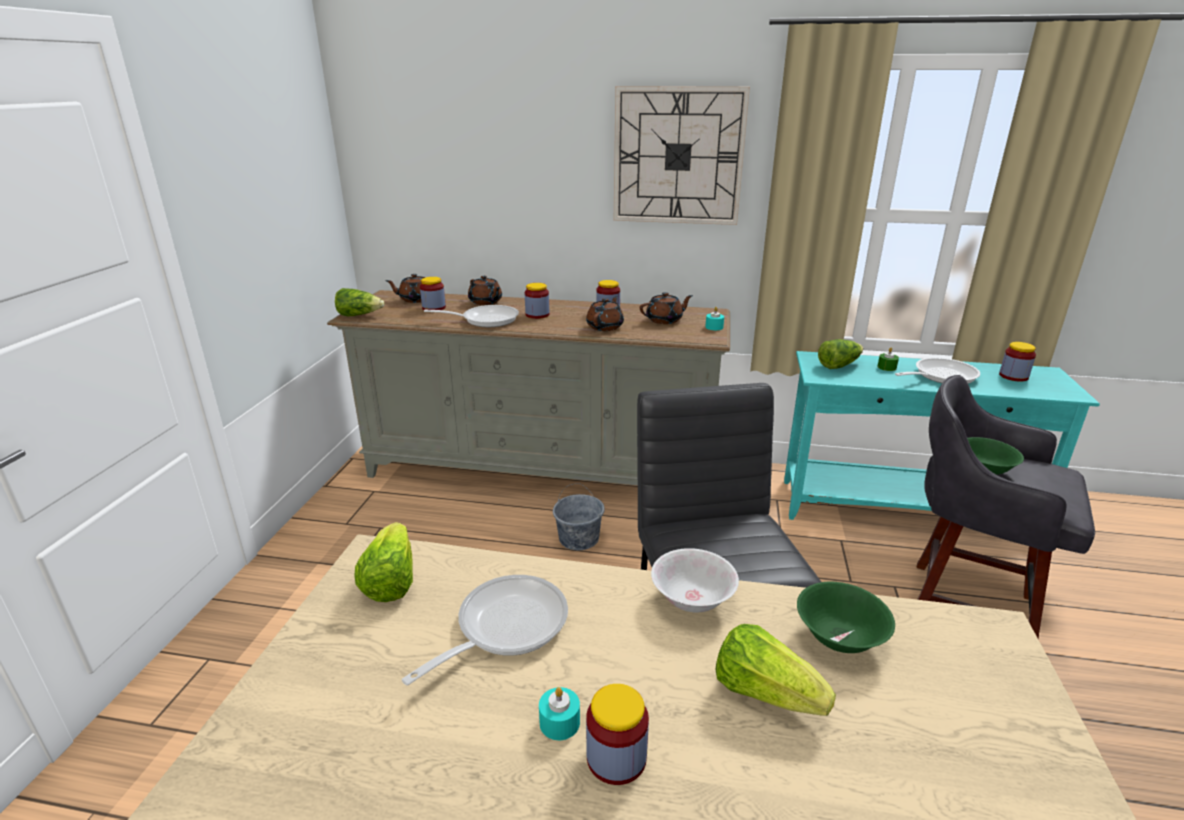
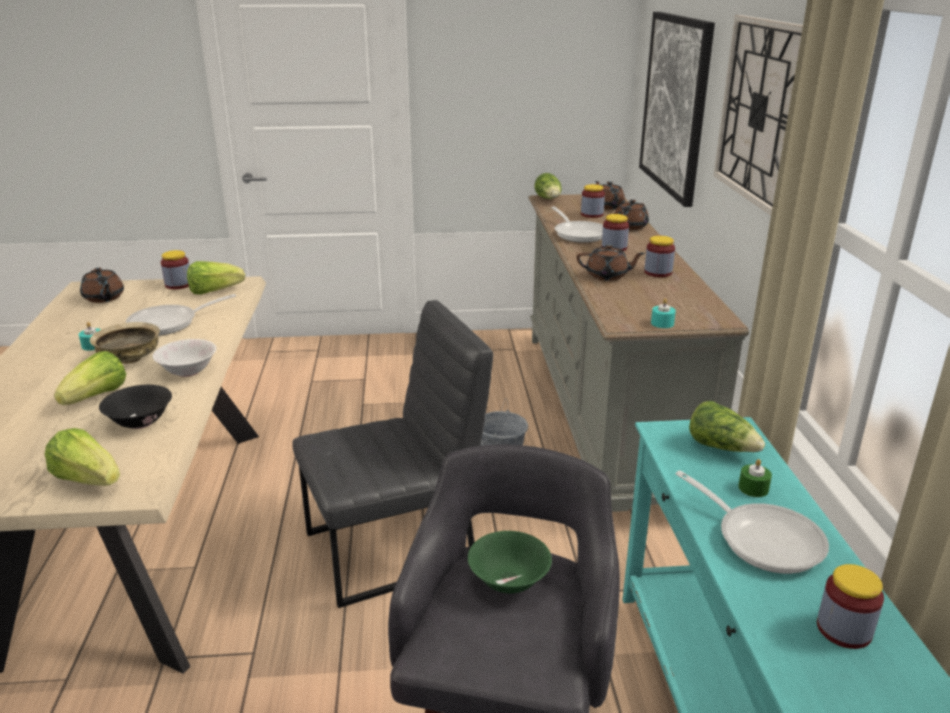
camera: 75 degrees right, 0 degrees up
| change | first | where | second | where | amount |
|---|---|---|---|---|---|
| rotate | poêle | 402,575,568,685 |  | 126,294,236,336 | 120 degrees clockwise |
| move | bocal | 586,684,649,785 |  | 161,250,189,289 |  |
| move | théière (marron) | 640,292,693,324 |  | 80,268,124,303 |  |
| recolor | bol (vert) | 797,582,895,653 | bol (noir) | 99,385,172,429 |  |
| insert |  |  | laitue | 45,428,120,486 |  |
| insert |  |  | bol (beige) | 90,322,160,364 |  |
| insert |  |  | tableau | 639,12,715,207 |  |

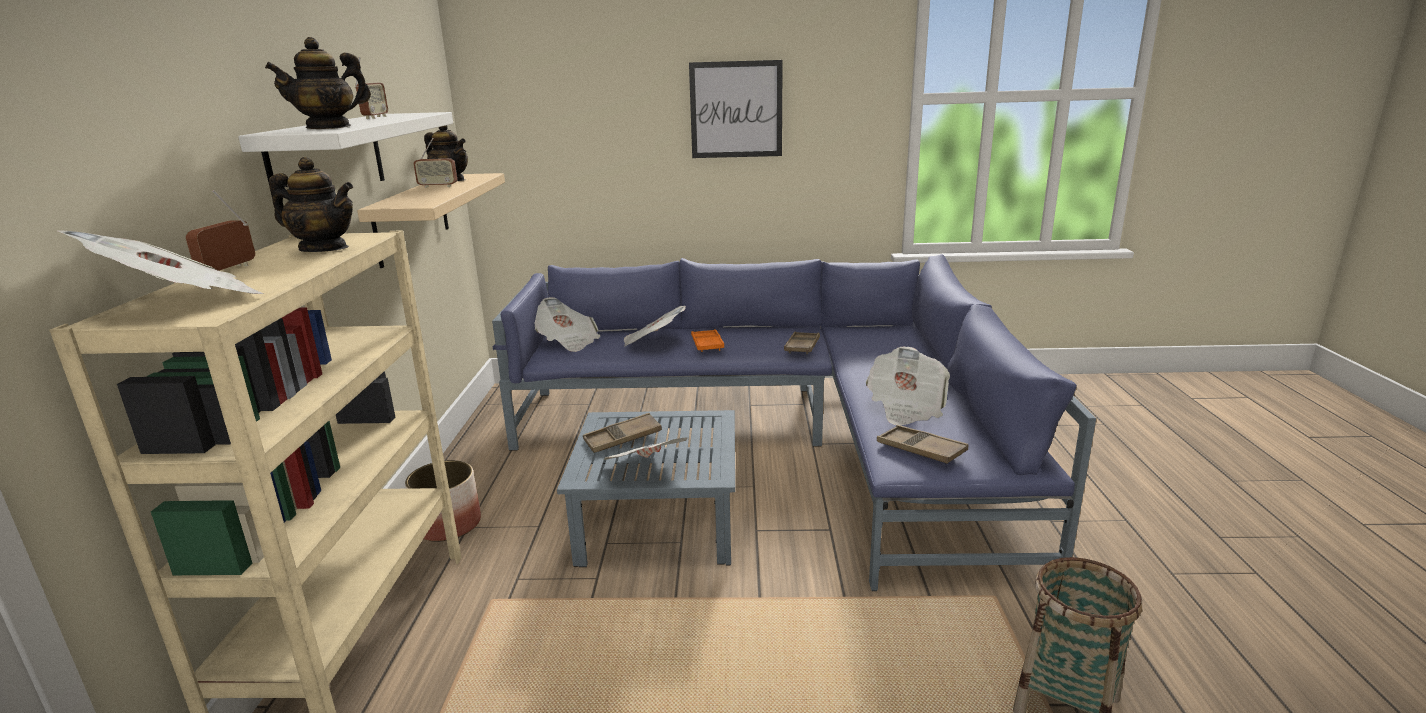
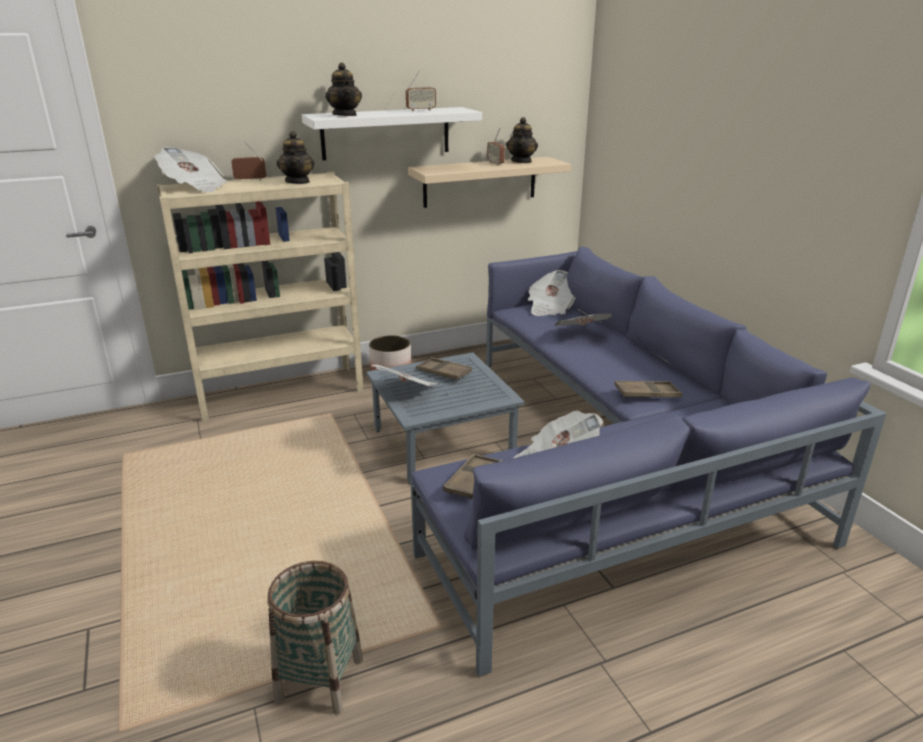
camera: 65 degrees right, 5 degrees up
| change | first | where | second | where | amount |
|---|---|---|---|---|---|
| rotate | théière | 265,37,371,129 |  | 325,62,362,116 | 135 degrees counterclockwise |
| delete | tableau | 689,60,783,158 |  |  |  |
| delete | plateau (orange) | 691,329,724,352 |  |  |  |

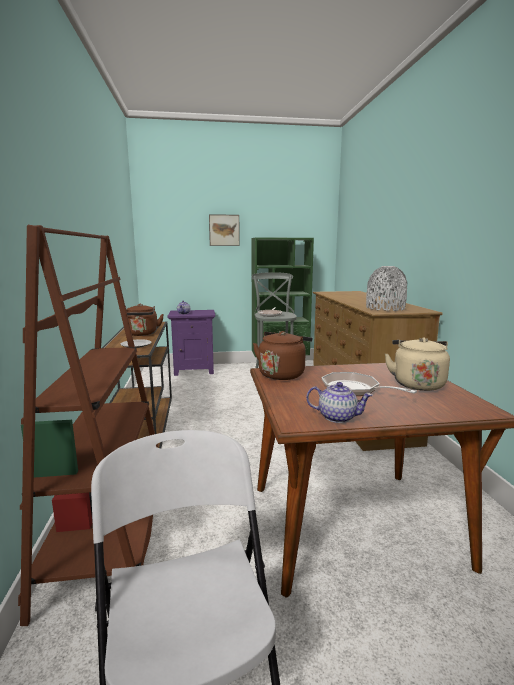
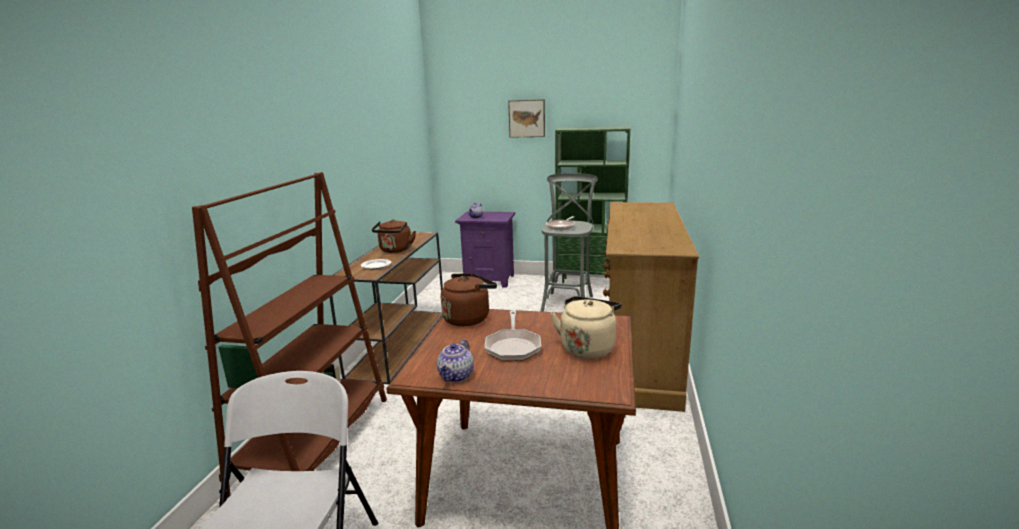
camera: 20 degrees right, 5 degrees up
| change | first | where | second | where | amount |
|---|---|---|---|---|---|
| rotate | théière | 306,382,373,423 |  | 437,339,474,382 | 75 degrees clockwise |
| rotate | poêle | 322,372,417,396 |  | 485,310,541,361 | 150 degrees counterclockwise |
| delete | vase (gris) | 366,266,407,311 |  |  |  |

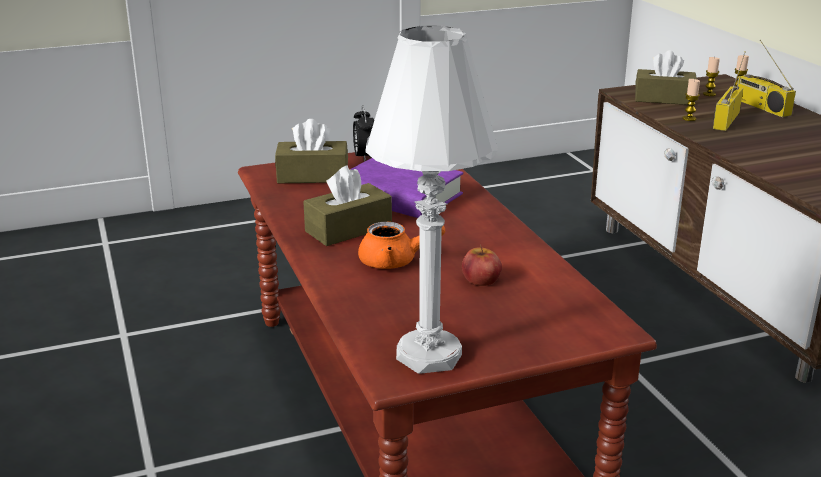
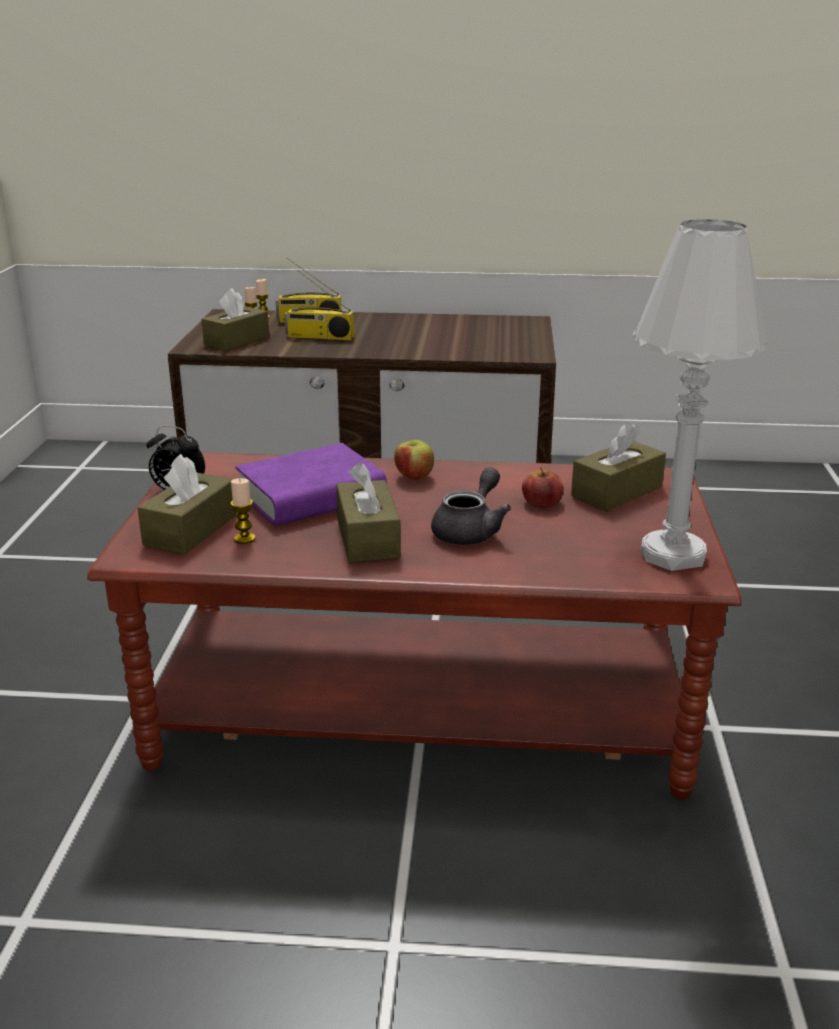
camera: 65 degrees left, 0 degrees up
| change | first | where | second | where | amount |
|---|---|---|---|---|---|
| recolor | théière (orange) | 358,222,445,269 | théière (gris) | 431,467,511,545 |  |
| move | bougie | 682,79,700,121 |  | 230,478,256,544 |  |
| rotate | radio | 713,51,746,131 |  | 284,270,354,340 | 45 degrees counterclockwise |
| insert |  |  | pomme | 394,440,434,480 |  |
| insert |  |  | boîte à mouchoirs (marron) | 571,422,666,511 |  |

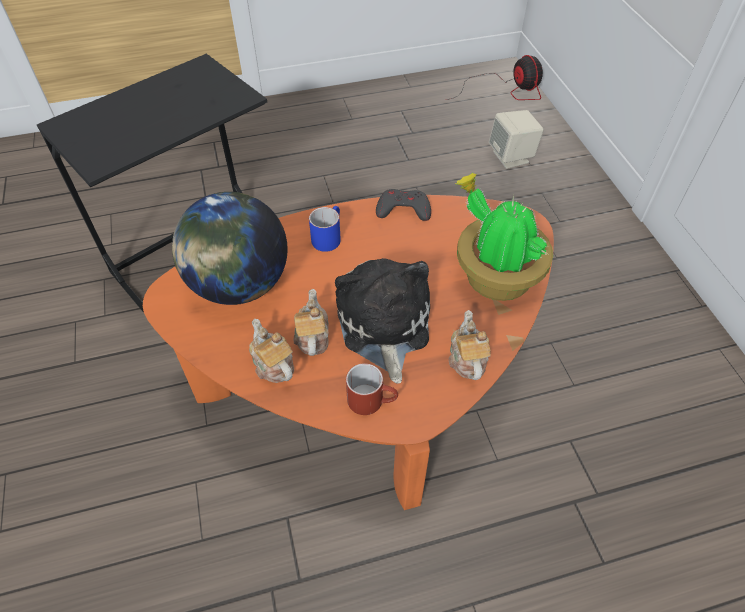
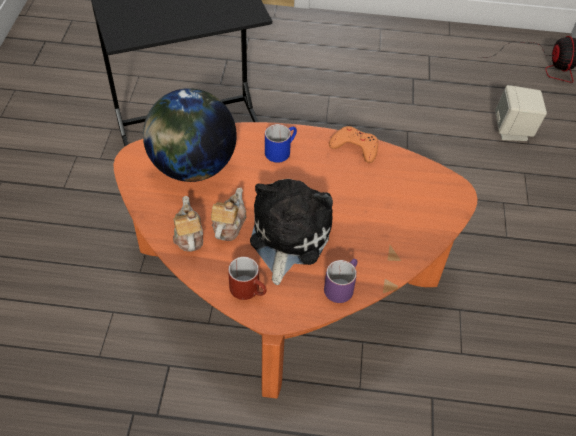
camera: 20 degrees right, 0 degrees up
| change | first | where | second | where | amount |
|---|---|---|---|---|---|
| recolor | manette (gris) | 376,189,431,221 | manette (orange) | 329,126,378,163 |  |
| replace | théière | 449,310,491,380 | mug (violet) | 324,259,357,303 |  |
| delete | plante en pot | 455,173,553,301 |  |  |  |

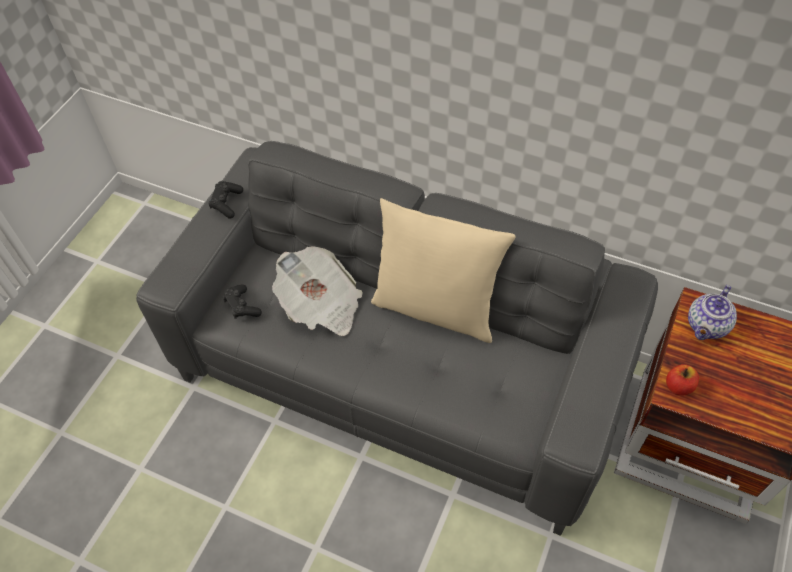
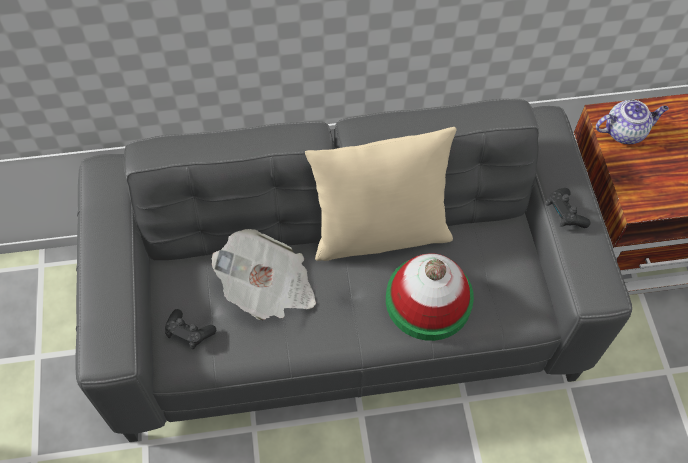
camera: 35 degrees left, 5 degrees up
| change | first | where | second | where | amount |
|---|---|---|---|---|---|
| move | manette (noir) | 209,181,243,219 |  | 546,188,590,228 |  |
| delete | pomme | 666,364,699,396 |  |  |  |
| rotate | théière | 688,285,737,340 |  | 596,100,669,144 | 105 degrees counterclockwise |
| insert |  |  | chapeau | 386,253,474,341 |  |

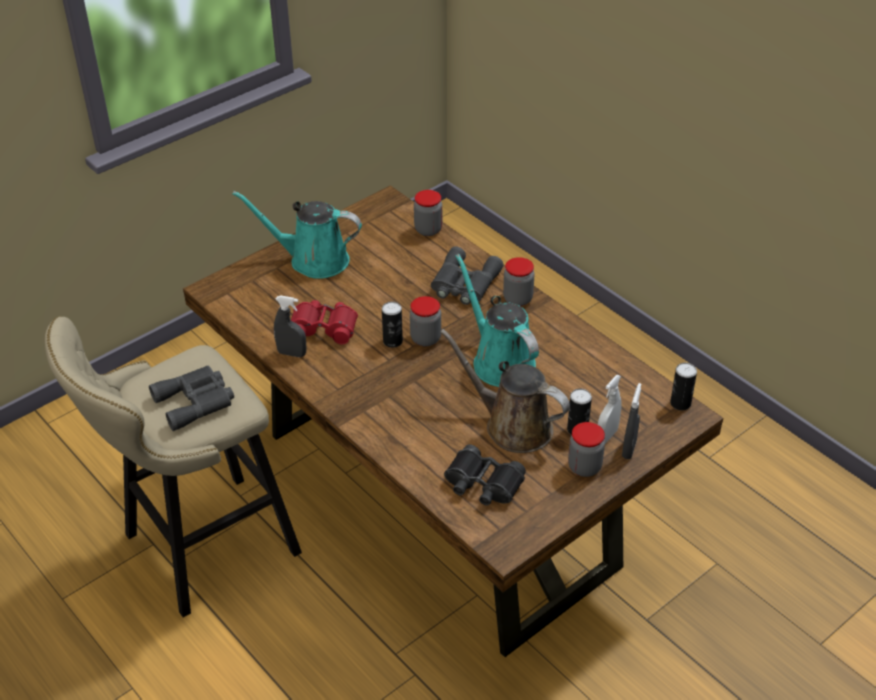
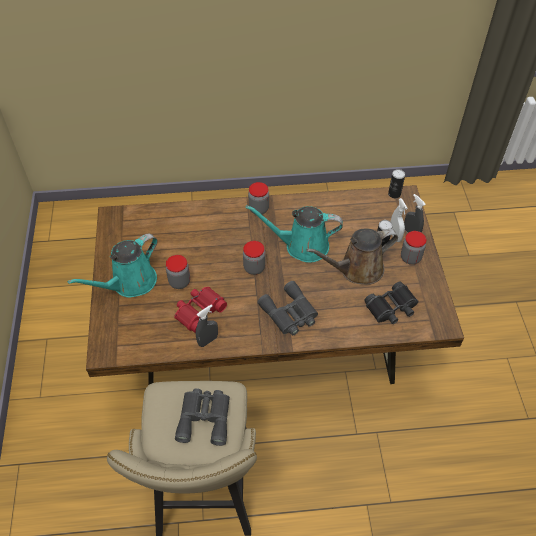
camera: 55 degrees left, 10 degrees up
| change | first | where | second | where | amount |
|---|---|---|---|---|---|
| delete | boîte métallique | 382,301,403,348 |  |  |  |
| move | bocal | 414,190,442,236 |  | 166,255,190,289 |  |
| move | jumelles (gris) | 431,246,503,305 |  | 258,281,318,335 |  |

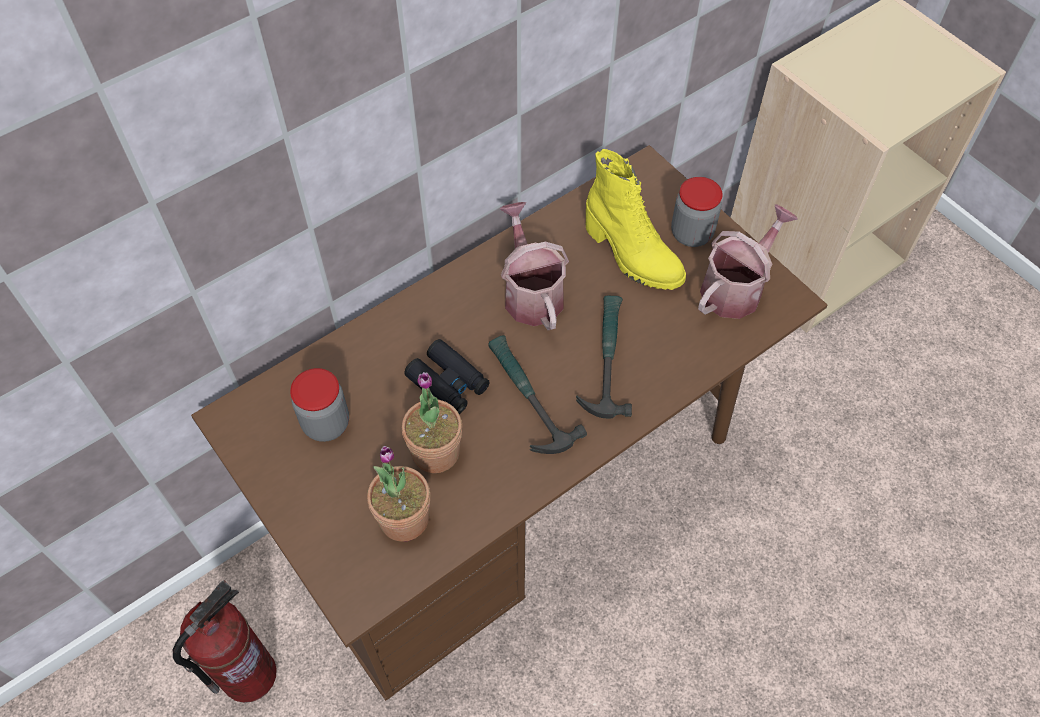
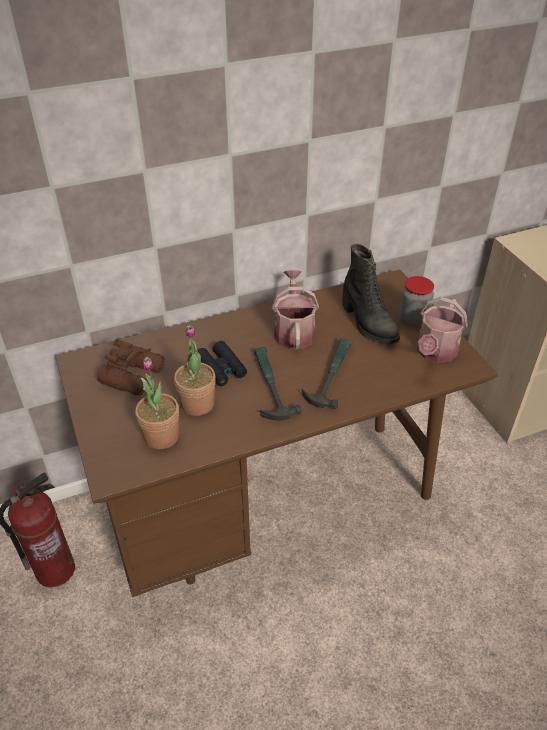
camera: 15 degrees right, 15 degrees down
| change | first | where | second | where | amount |
|---|---|---|---|---|---|
| replace | bocal | 290,368,349,442 | jumelles (marron) | 97,339,165,395 |  |
| recolor | botte (jaune) | 586,149,686,290 | botte (noir) | 343,244,400,345 |  |
| rotate | arrosoir | 698,204,798,319 |  | 417,297,468,363 | 150 degrees clockwise |

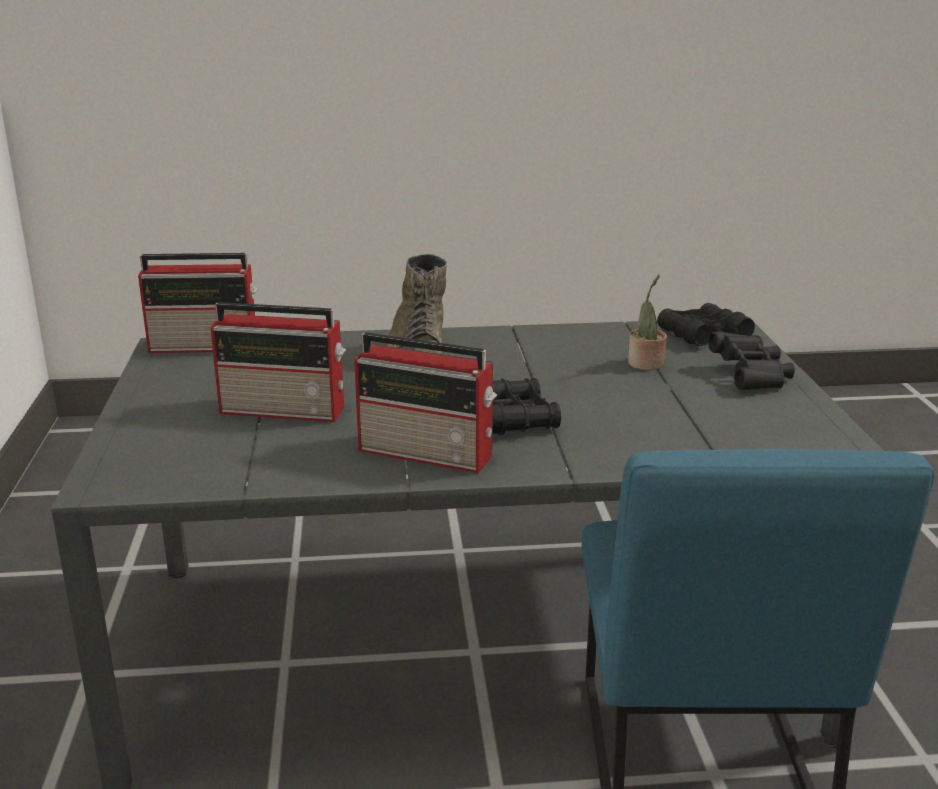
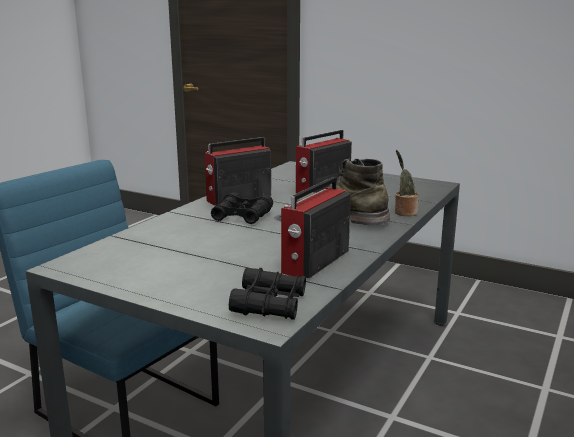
camera: 125 degrees right, 5 degrees down
| change | first | where | second | where | amount |
|---|---|---|---|---|---|
| move | radio | 138,253,258,353 |  | 281,177,351,278 |  |
| move | plante en pot | 628,274,667,370 |  | 395,150,419,216 |  |
| delete | jumelles (noir) | 708,331,795,390 |  |  |  |

